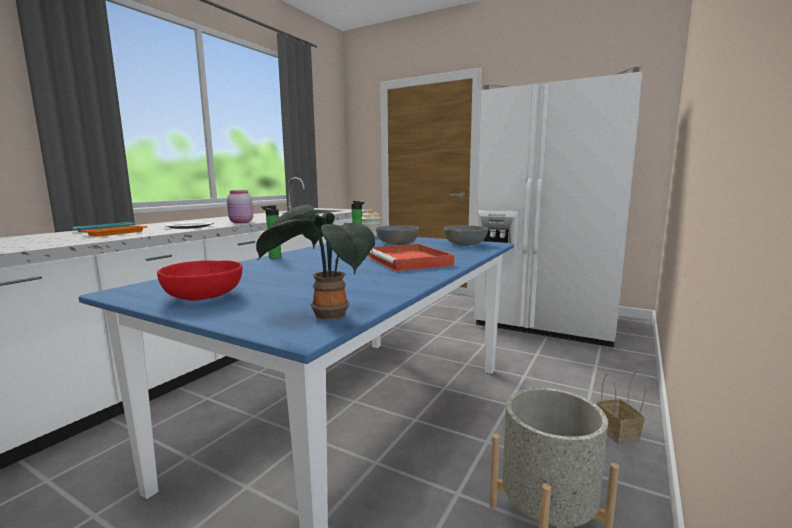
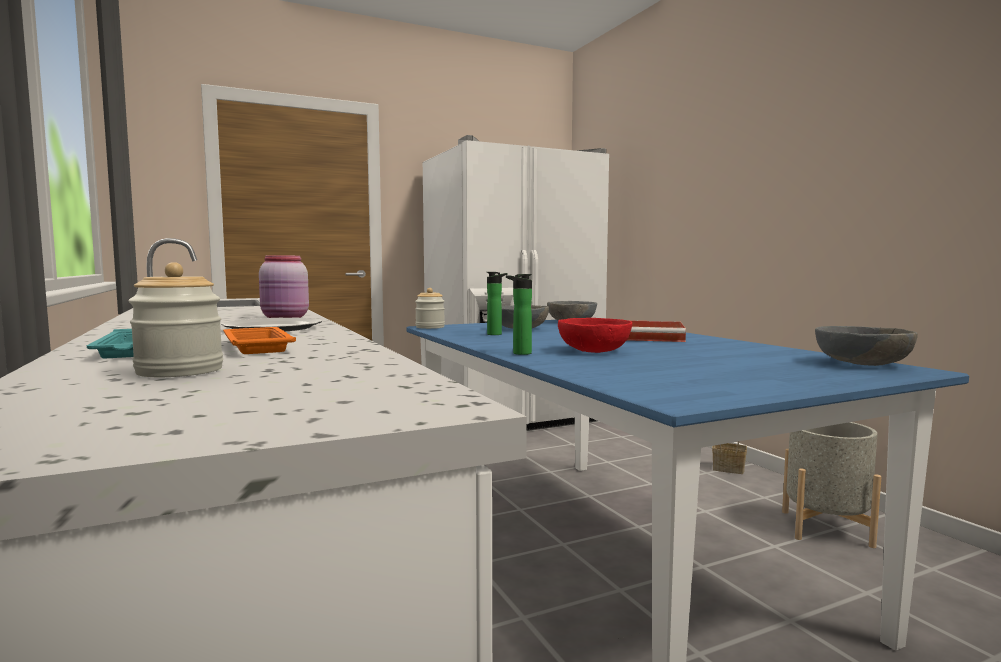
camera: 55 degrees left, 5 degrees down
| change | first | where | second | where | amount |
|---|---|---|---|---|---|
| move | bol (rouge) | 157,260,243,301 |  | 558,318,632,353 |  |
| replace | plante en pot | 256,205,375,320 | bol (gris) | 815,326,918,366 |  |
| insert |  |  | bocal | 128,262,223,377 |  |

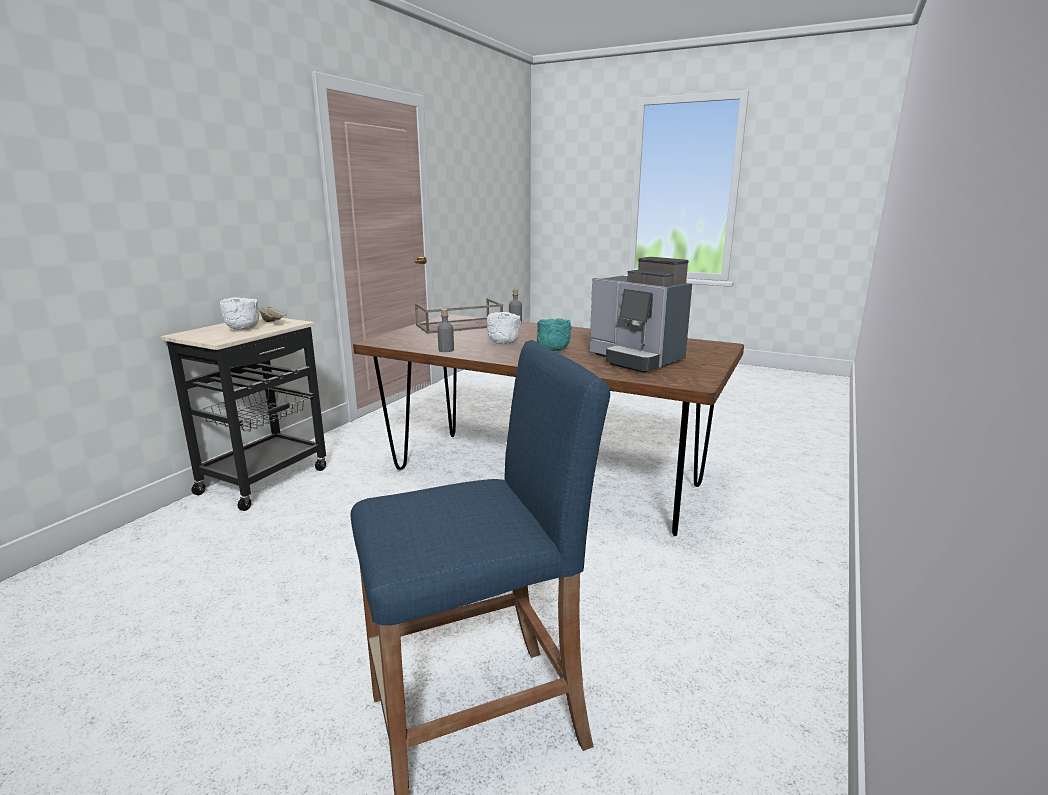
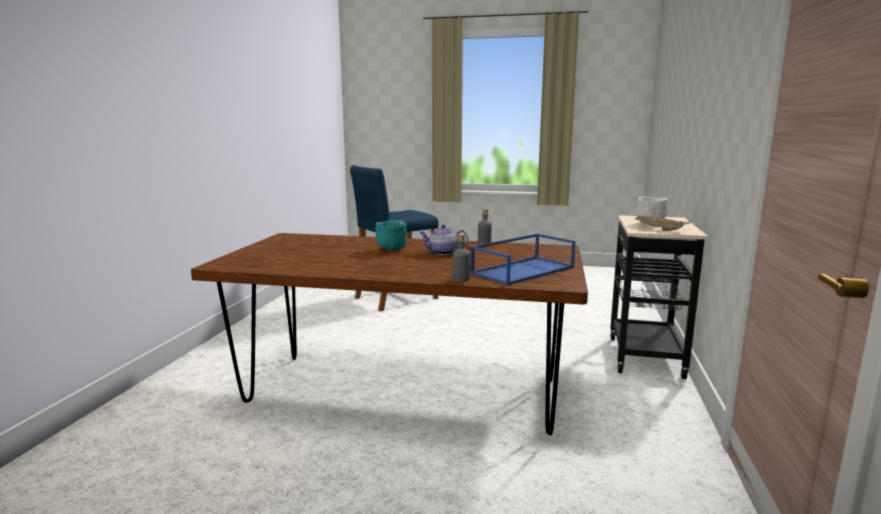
camera: 165 degrees right, 5 degrees down
| change | first | where | second | where | amount |
|---|---|---|---|---|---|
| recolor | plateau (marron) | 415,298,503,334 | plateau (bleu) | 470,234,575,285 |  |
| replace | bol (blanc) | 487,312,521,344 | théière | 419,224,468,255 |  |
| delete | machine à café | 590,257,692,373 |  |  |  |

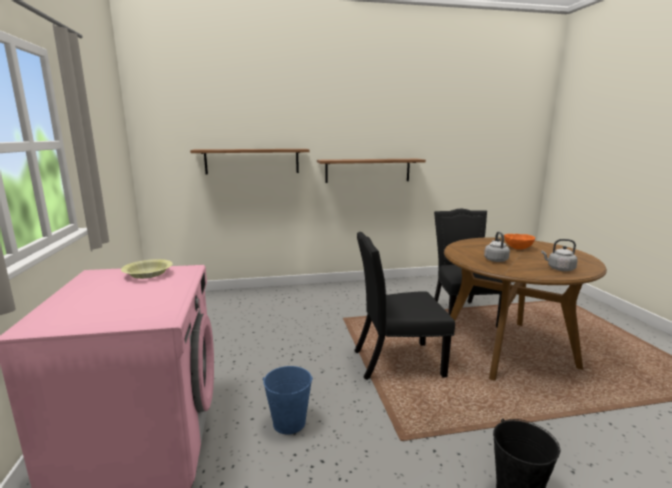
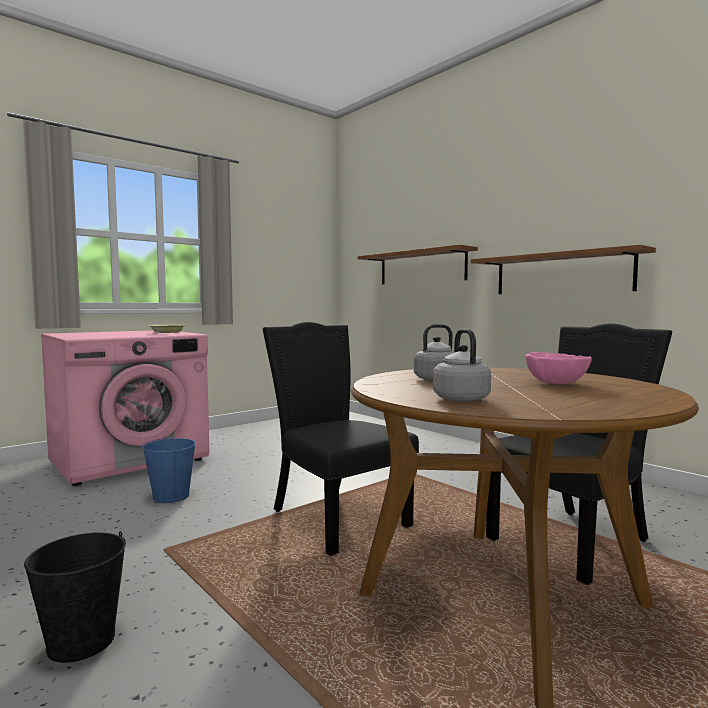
camera: 60 degrees right, 10 degrees down
| change | first | where | second | where | amount |
|---|---|---|---|---|---|
| recolor | bol (orange) | 504,234,535,250 | bol (rose) | 525,352,592,384 |  |

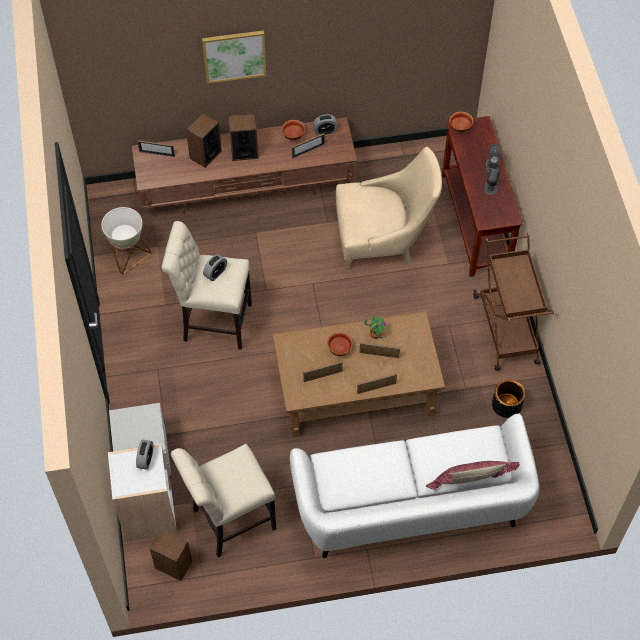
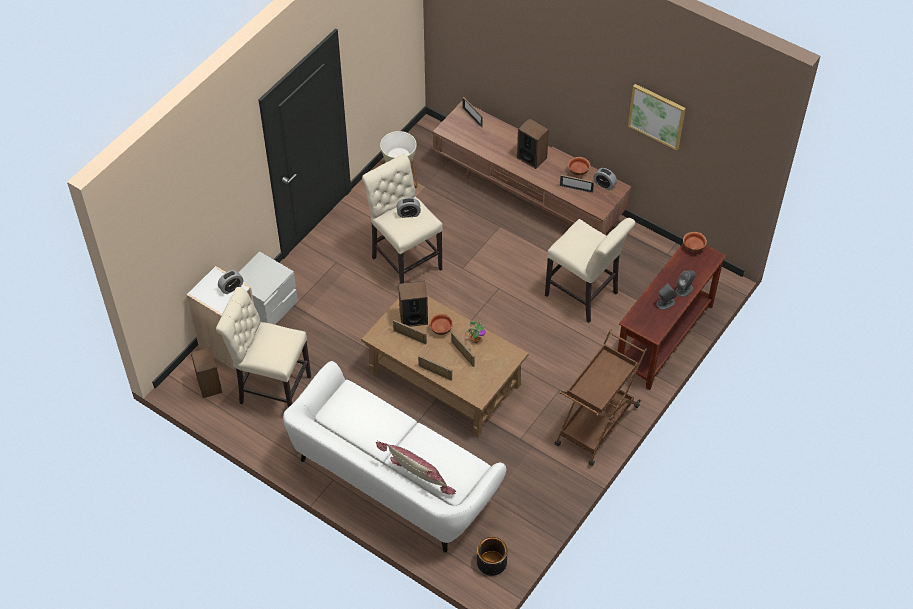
camera: 45 degrees right, 5 degrees down
| change | first | where | second | where | amount |
|---|---|---|---|---|---|
| move | enceinte | 186,113,222,168 |  | 398,281,428,327 |  |
| move | tableau | 202,30,266,84 |  | 628,84,686,150 |  |
| replace | fauteuil (beige) | 336,147,442,270 | tabouret (beige) | 545,218,635,323 |  |
| move | cache-pot (noir) | 492,380,525,418 |  | 477,537,508,576 |  |

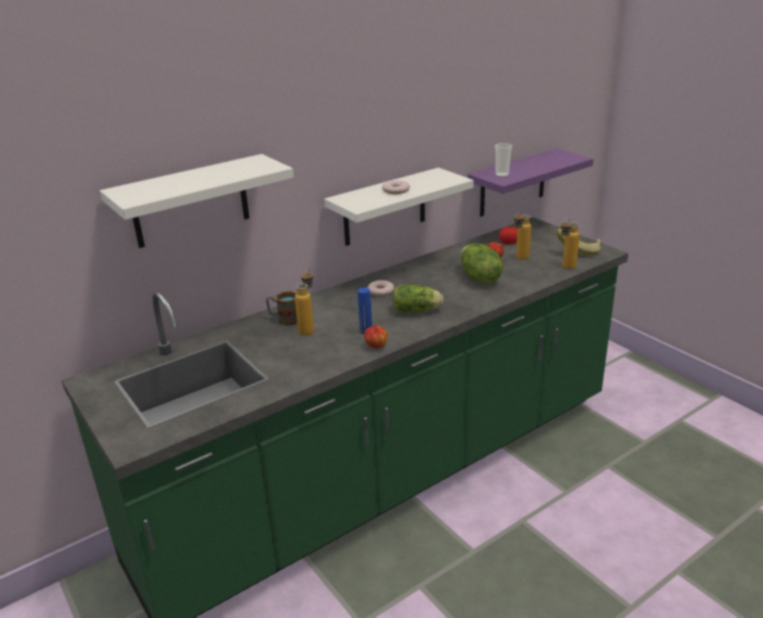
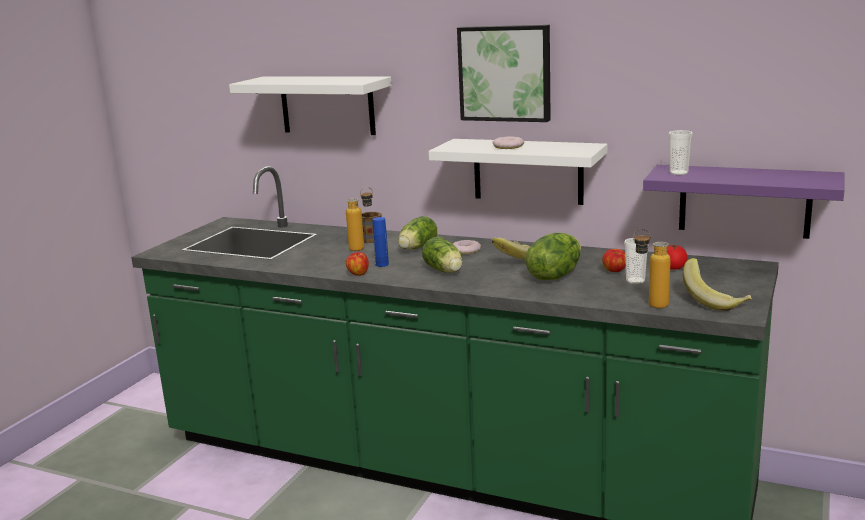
camera: 60 degrees right, 10 degrees down
| change | first | where | second | where | amount |
|---|---|---|---|---|---|
| replace | bouteille | 514,210,531,260 | tasse | 624,238,647,284 |  |
| insert |  |  | laitue | 398,216,437,250 |  |
| insert |  |  | tableau | 457,25,551,122 |  |
| insert |  |  | banane | 491,237,530,260 |  |

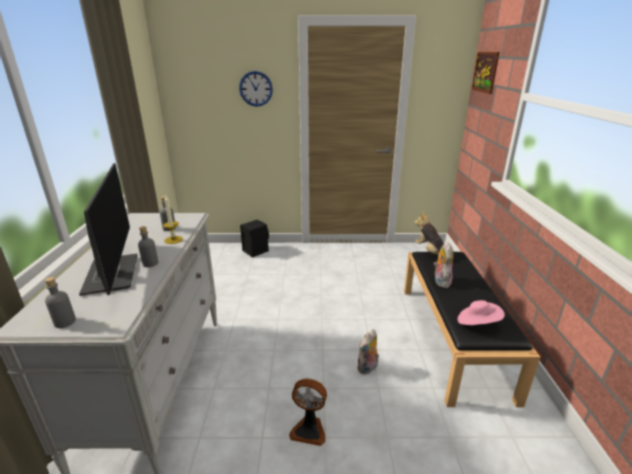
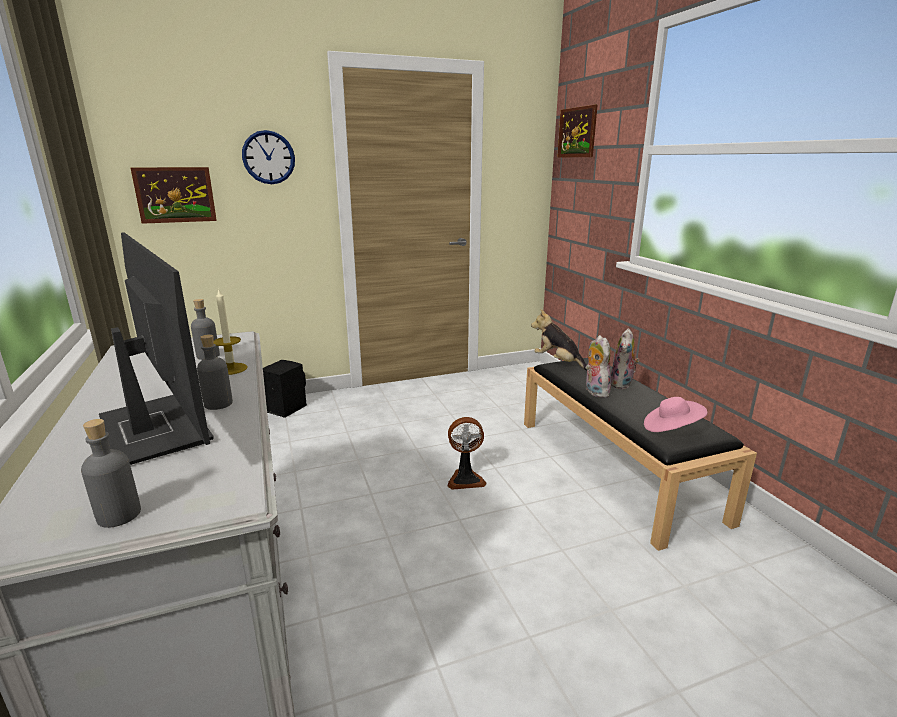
camera: 20 degrees left, 5 degrees down
| change | first | where | second | where | amount |
|---|---|---|---|---|---|
| move | ventilateur | 289,379,327,446 |  | 448,417,486,490 |  |
| move | peluche | 357,329,379,374 |  | 610,328,639,389 |  |
| insert |  |  | tableau | 131,167,217,224 |  |

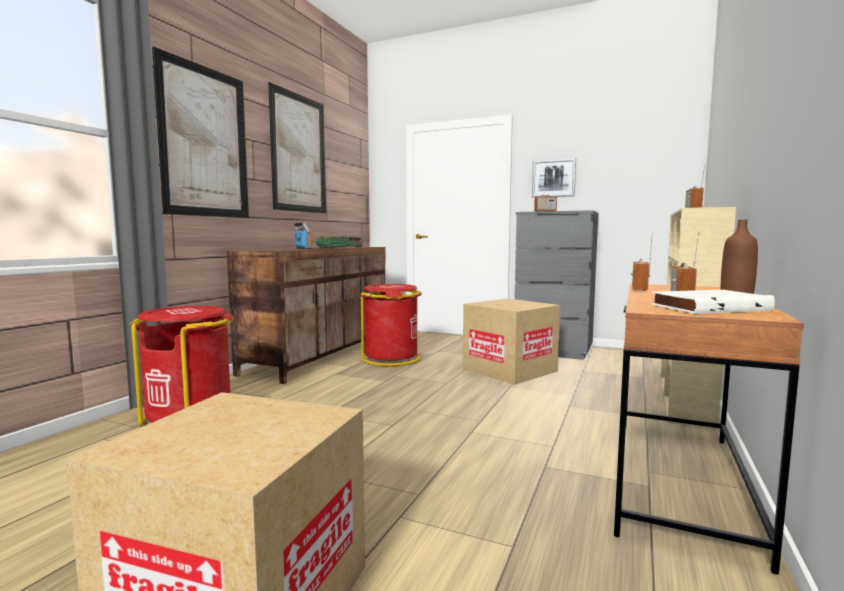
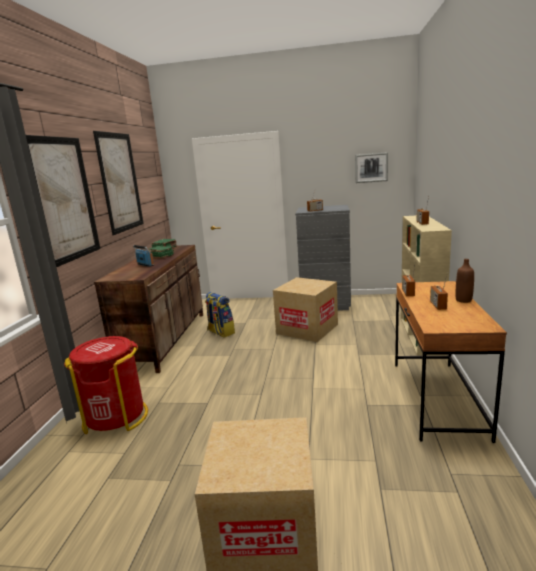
camera: 15 degrees left, 10 degrees up
| change | first | where | second | where | amount |
|---|---|---|---|---|---|
| replace | poubelle (rouge) | 360,284,422,366 | sac à dos | 205,292,235,338 |  |
| move | tableau | 532,158,576,198 |  | 355,152,388,183 |  |
| delete | livre (blanc) | 651,290,775,314 |  |  |  |

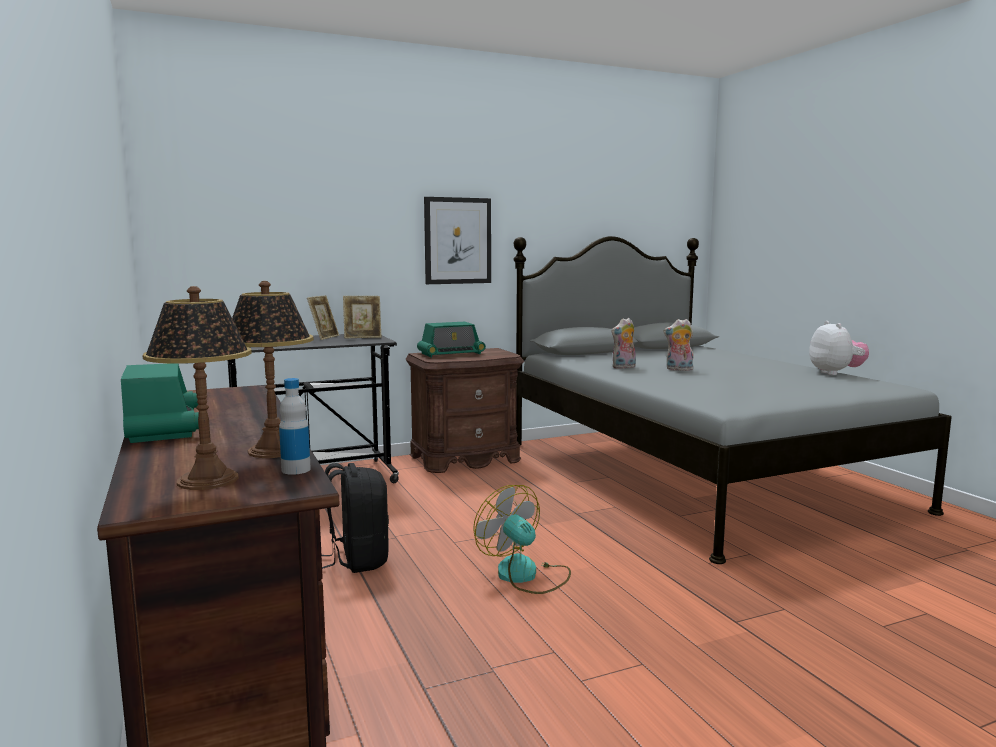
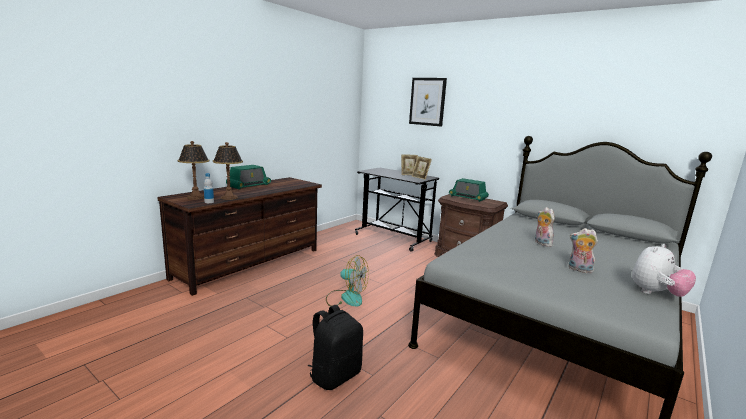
camera: 60 degrees right, 5 degrees up
| change | first | where | second | where | amount |
|---|---|---|---|---|---|
| move | sac à dos (noir) | 322,463,389,573 |  | 308,305,363,390 |  |
| move | tableau | 424,197,491,284 |  | 409,78,447,127 |  |
| rotate | ventilateur | 473,485,571,594 |  | 326,255,369,307 | 90 degrees clockwise |
| move | peluche | 611,318,636,369 |  | 569,228,598,273 |  |

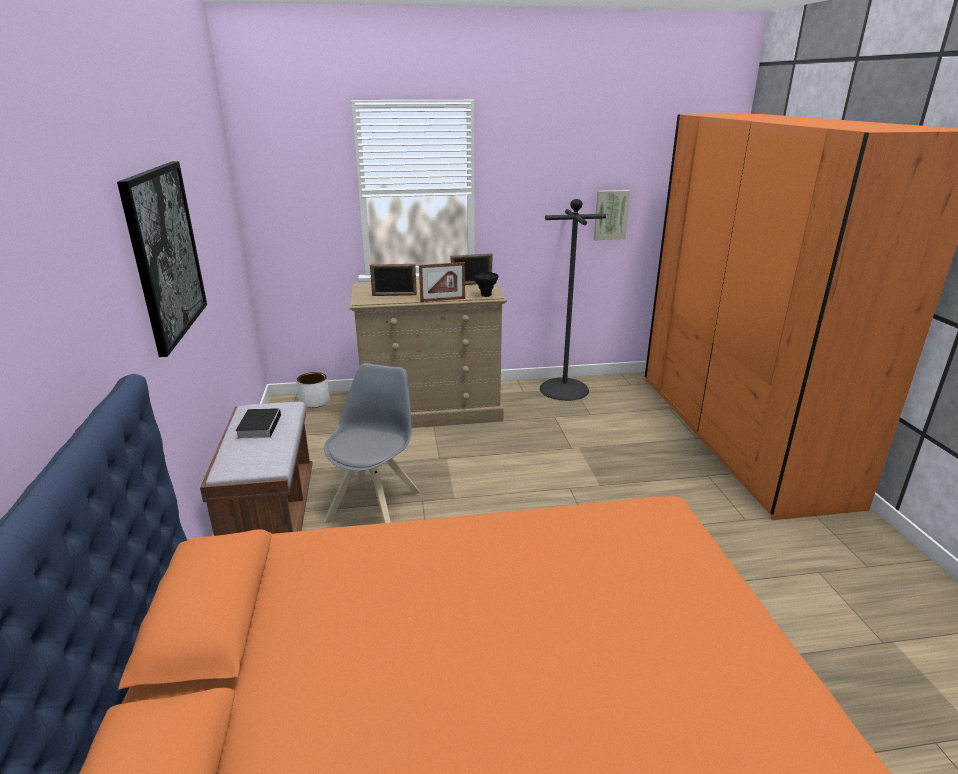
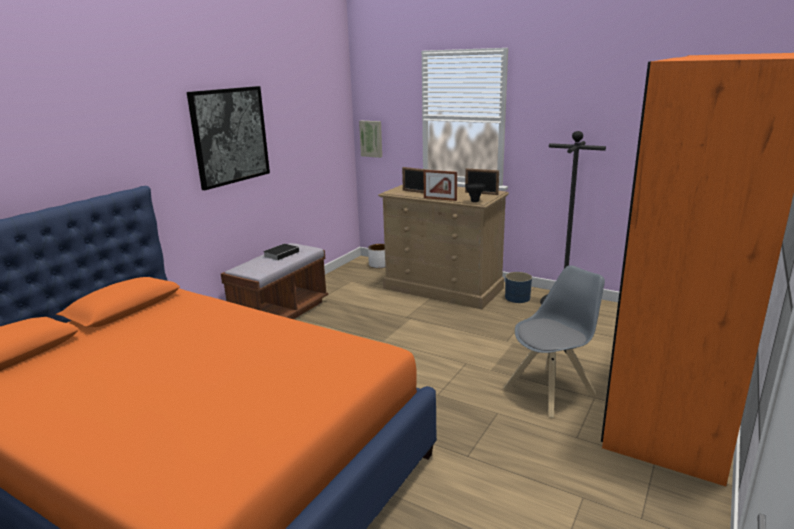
camera: 40 degrees right, 5 degrees down
| change | first | where | second | where | amount |
|---|---|---|---|---|---|
| move | chaise (gris) | 324,363,420,523 |  | 503,265,605,418 |  |
| move | tableau | 594,190,630,240 |  | 359,121,382,158 |  |
| insert |  |  | cache-pot (bleu) | 505,272,532,303 |  |

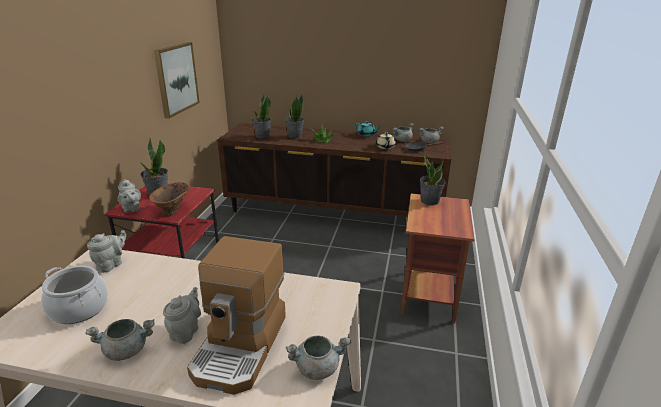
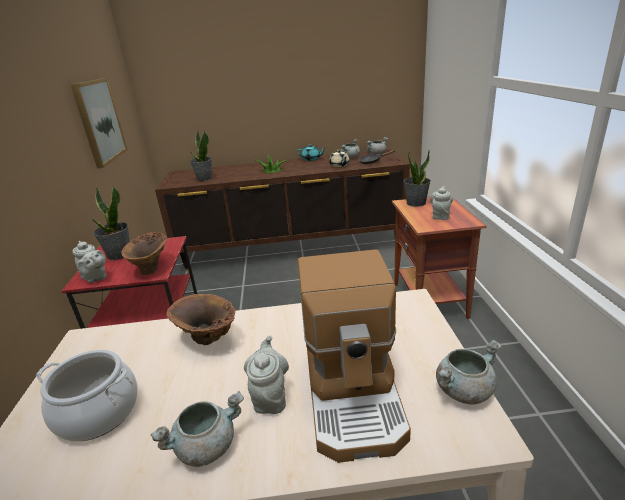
camera: 15 degrees left, 0 degrees up
| change | first | where | second | where | amount |
|---|---|---|---|---|---|
| move | théière (gris) | 87,230,126,273 |  | 430,186,453,220 |  |
| delete | plante en pot | 285,95,304,139 |  |  |  |
| insert |  |  | vase (marron) | 166,294,236,345 |  |

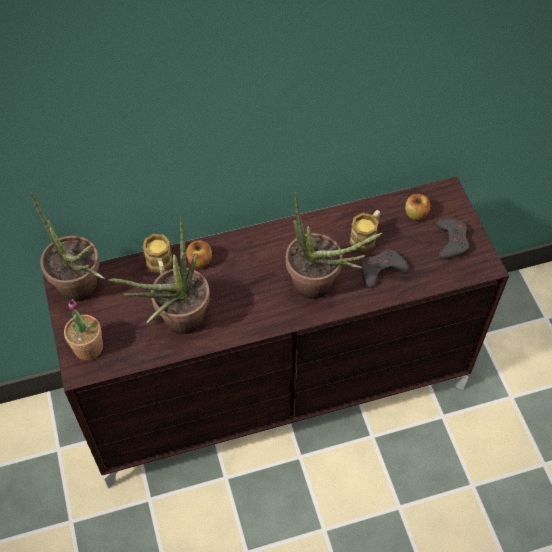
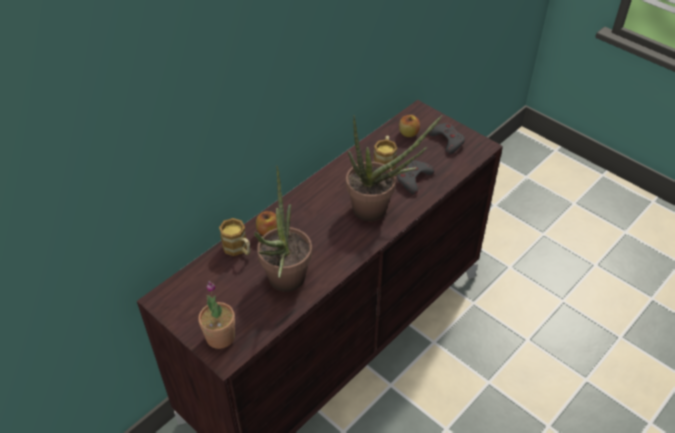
camera: 30 degrees left, 10 degrees down
| change | first | where | second | where | amount |
|---|---|---|---|---|---|
| delete | plante en pot | 29,191,105,302 |  |  |  |

